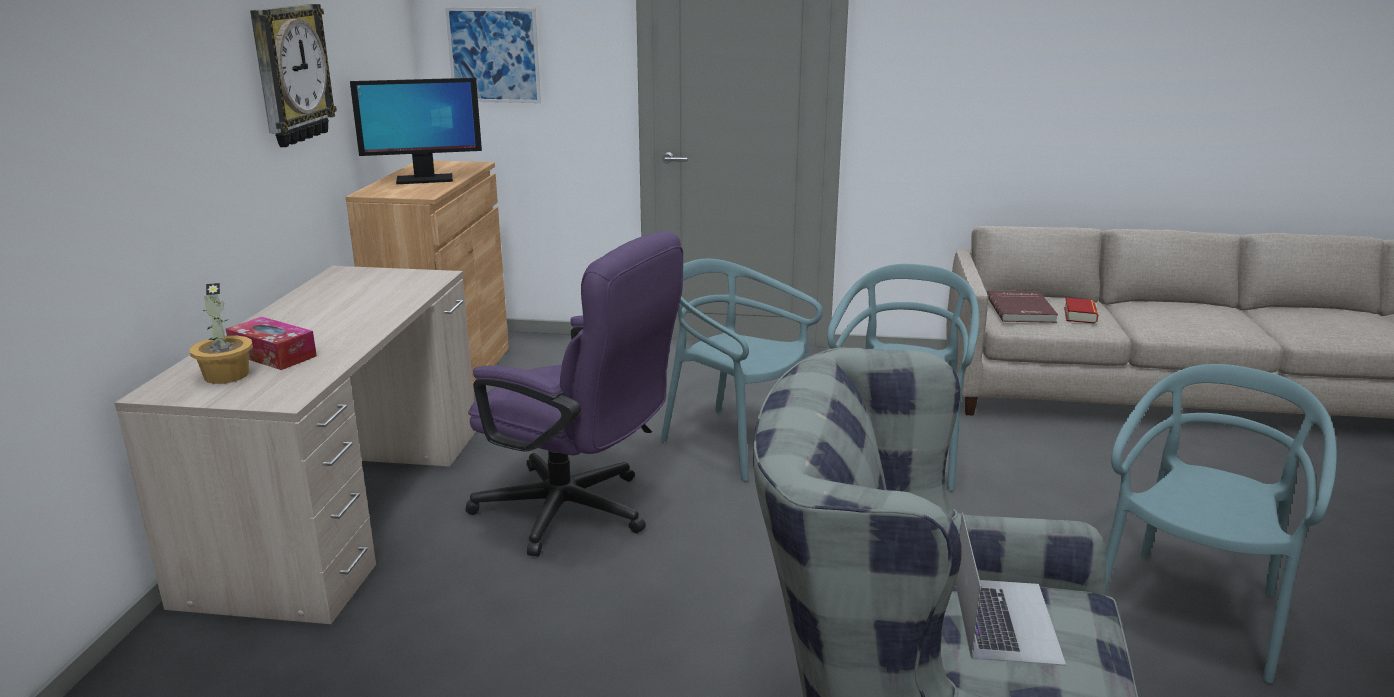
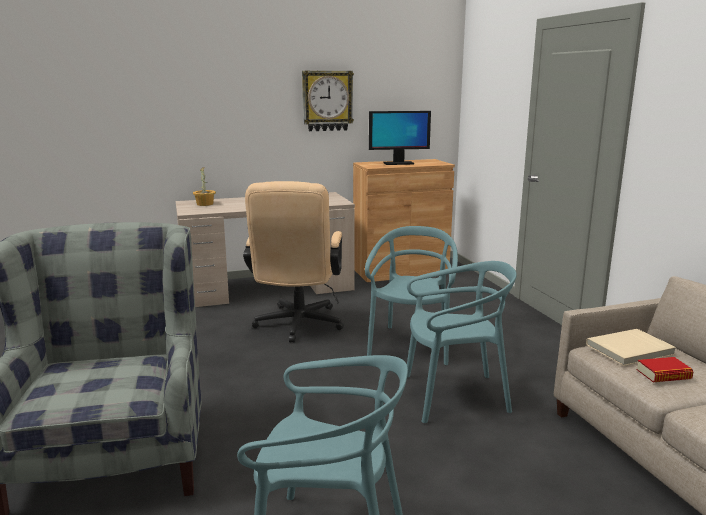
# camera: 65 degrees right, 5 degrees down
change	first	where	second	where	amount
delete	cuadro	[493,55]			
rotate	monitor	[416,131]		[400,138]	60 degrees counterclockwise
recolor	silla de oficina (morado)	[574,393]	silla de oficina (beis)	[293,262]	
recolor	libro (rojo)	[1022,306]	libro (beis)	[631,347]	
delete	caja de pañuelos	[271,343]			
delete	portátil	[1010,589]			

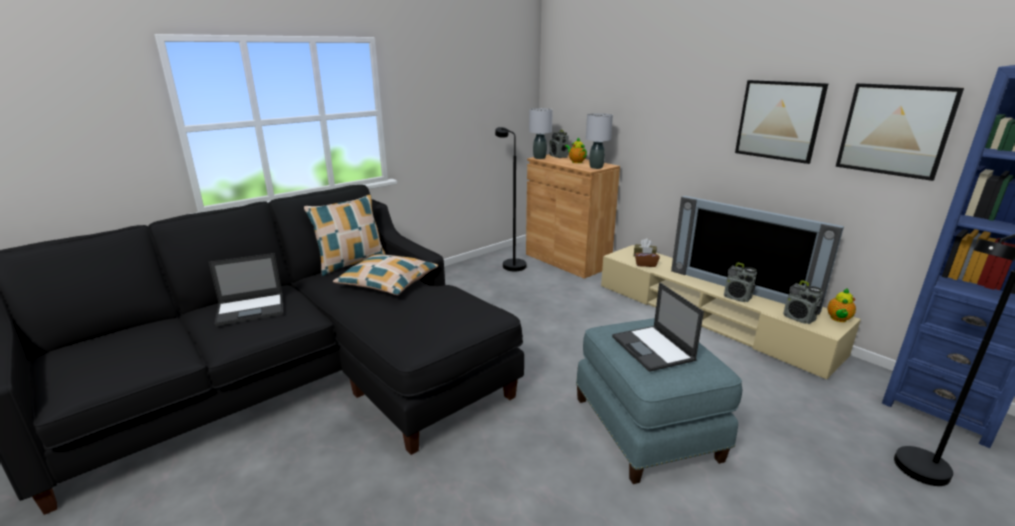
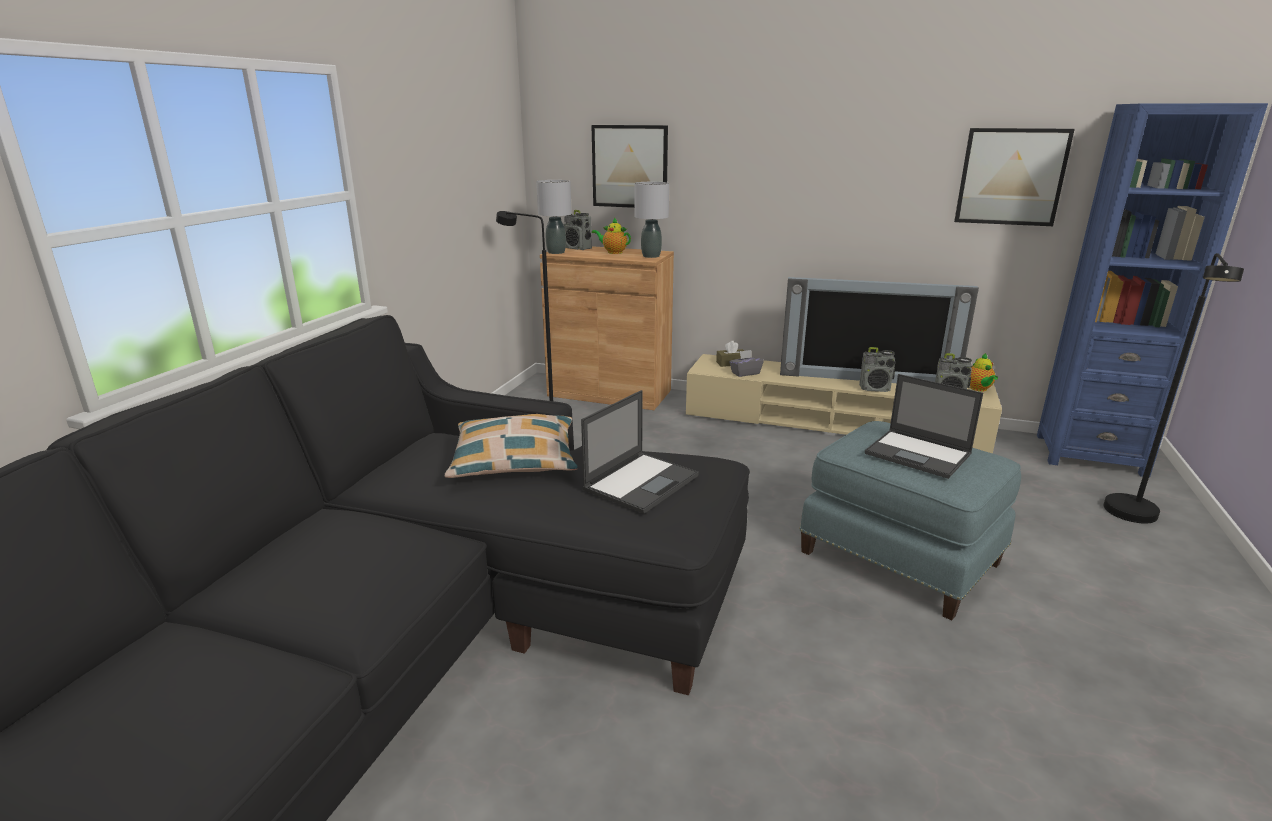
# camera: 30 degrees left, 0 degrees up
change	first	where	second	where	amount
move	cuadro	[781,122]		[629,166]	
delete	cojín	[345,235]			
recolor	caja de pañuelos (marrón)	[647,257]	caja de pañuelos (gris)	[746,363]	
move	portátil	[246,289]		[640,452]	

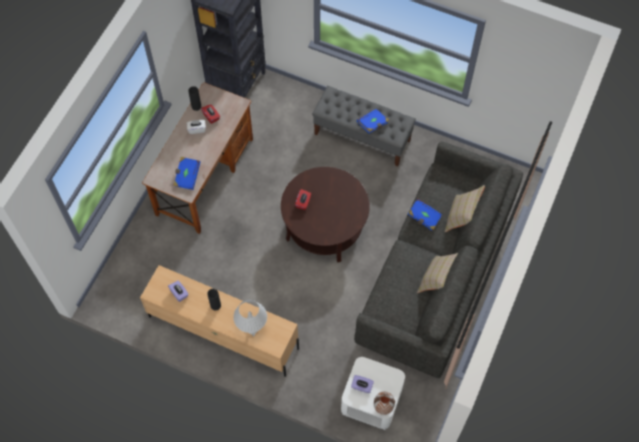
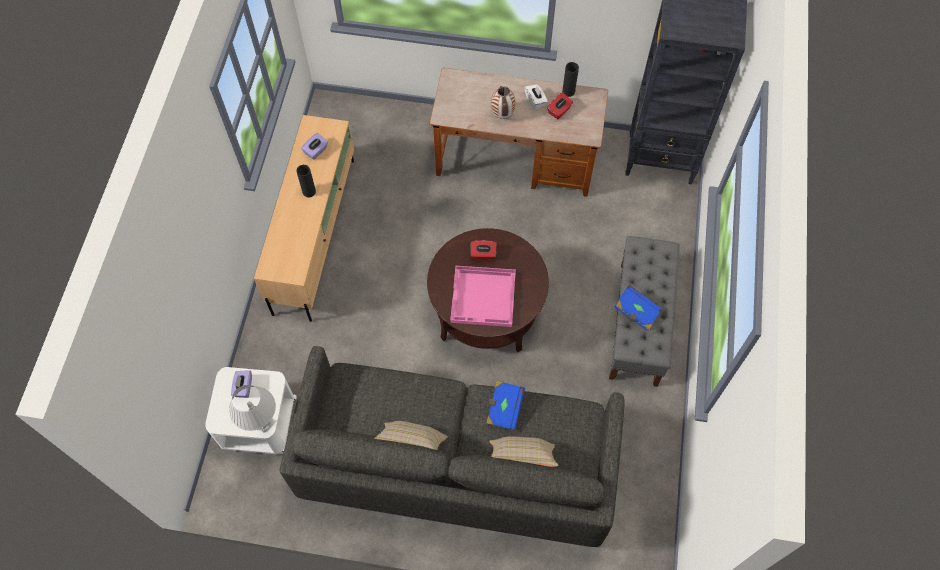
# camera: 75 degrees right, 0 degrees up
change	first	where	second	where	amount
delete	libro (azul)	[187,173]			
move	lámpara de mesa (blanco)	[250,318]		[252,409]	
move	florero	[384,403]		[503,102]	
insert			bandeja (rosa)	[483,296]	

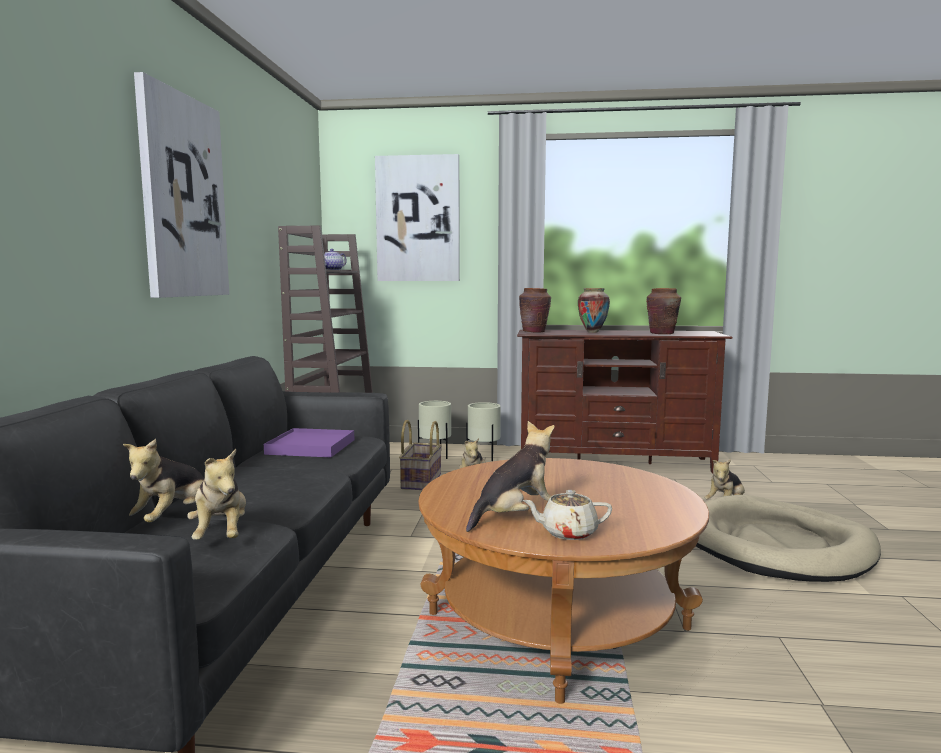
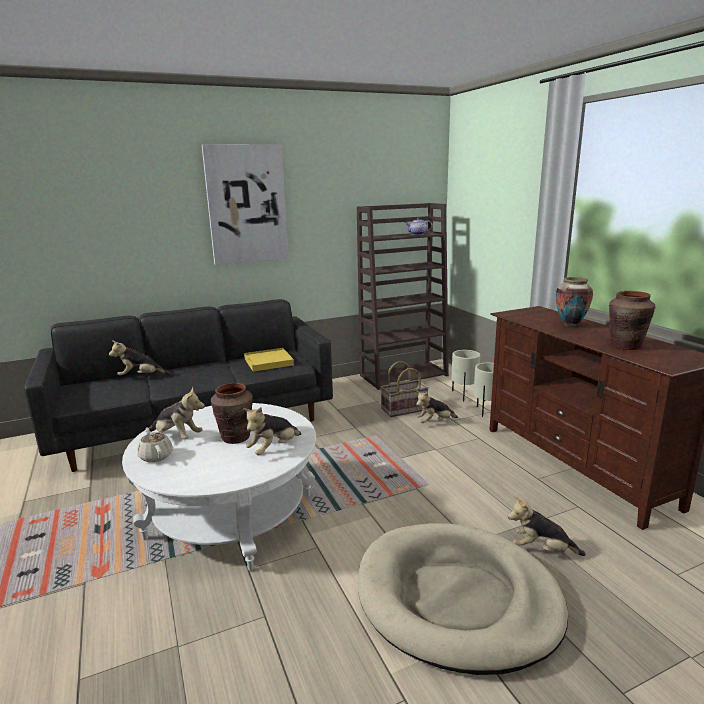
# camera: 60 degrees right, 10 degrees up
change	first	where	second	where	amount
delete	cuadro	[417,217]			
move	florero (marrón)	[535,310]		[232,413]	
recolor	bandeja (morado)	[309,442]	bandeja (amarillo)	[269,360]	
move	peluche	[216,494]		[272,431]	
recolor	mesa de centro (marrón)	[563,581]	mesa de centro (blanco)	[219,487]	

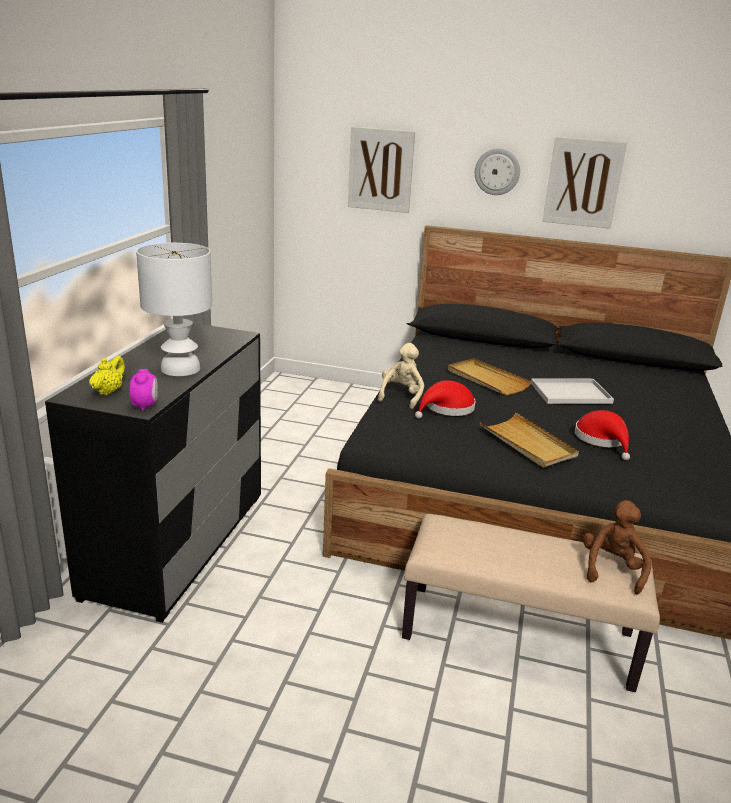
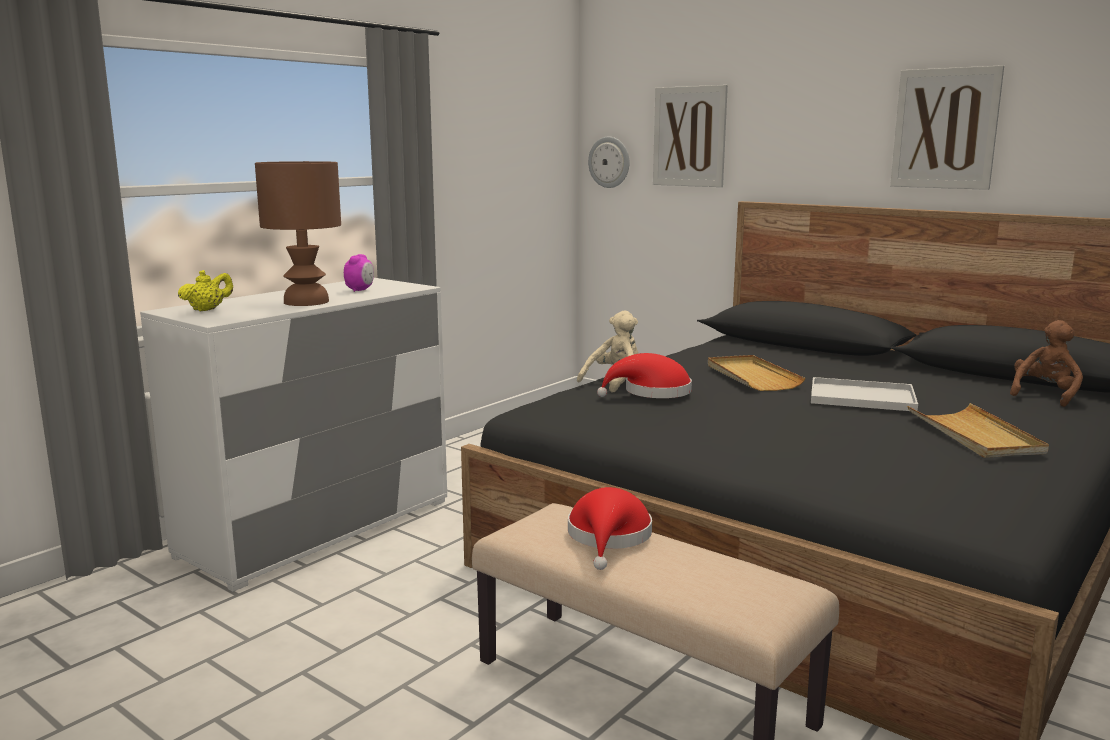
# camera: 25 degrees right, 10 degrees down
change	first	where	second	where	amount
move	reloj de pared	[497,171]		[609,162]	
recolor	lámpara de mesa (blanco)	[174,309]	lámpara de mesa (marrón)	[298,233]	
recolor	cómoda (negro)	[153,473]	cómoda (blanco)	[293,435]	
move	despertador	[143,390]		[359,273]	
move	sombrero (rojo)	[602,435]		[610,528]	
move	bandeja (beis)	[529,440]		[978,430]	
move	peluche (marrón)	[617,547]		[1046,363]	

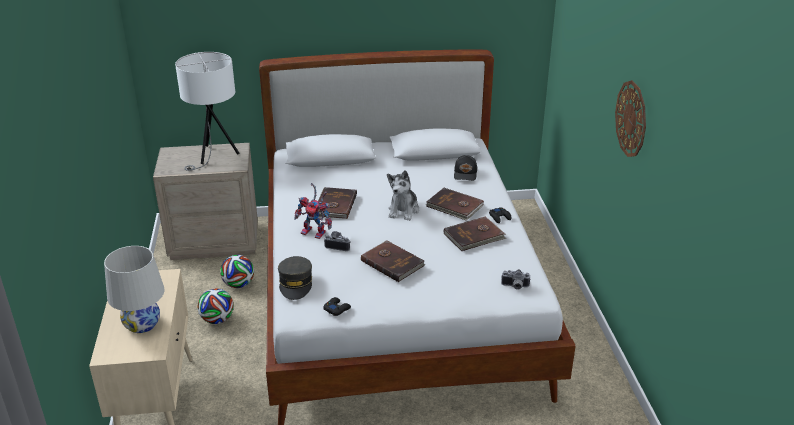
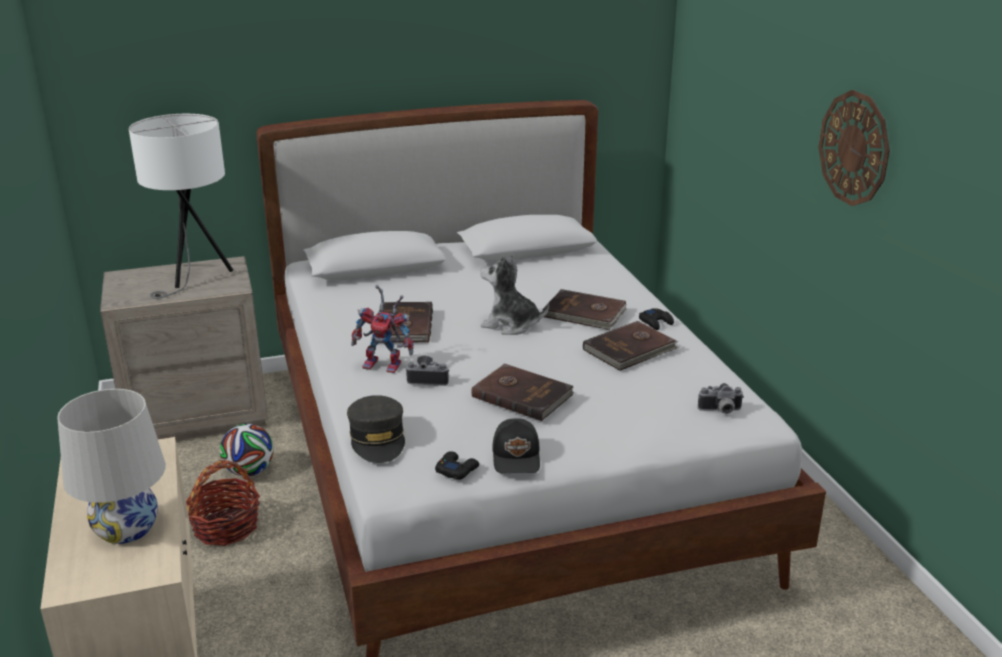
# camera: 10 degrees left, 5 degrees down
change	first	where	second	where	amount
move	gorra (negro)	[465,168]		[516,446]	
rotate	peluche	[403,195]		[514,295]	105 degrees clockwise
replace	balón de fútbol	[216,306]	cesta	[223,503]	

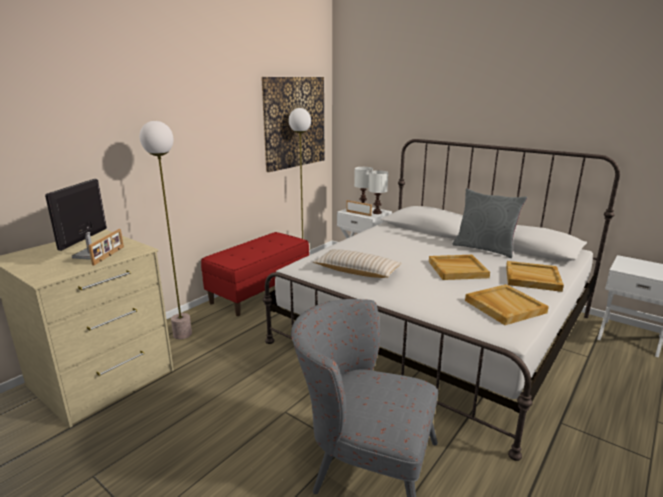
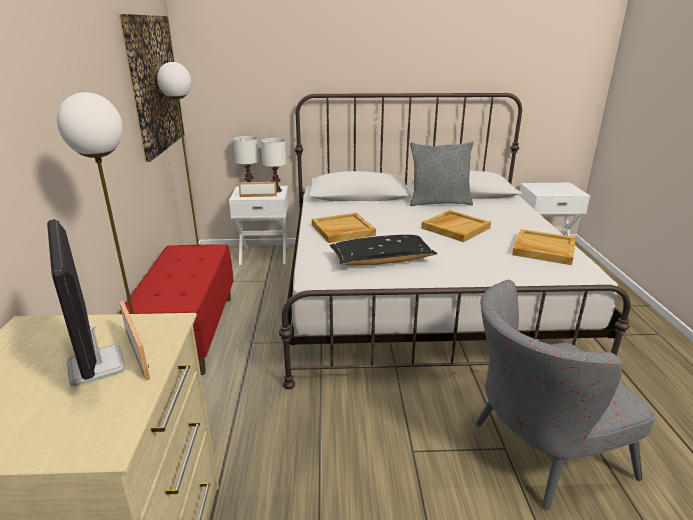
# camera: 40 degrees left, 5 degrees up
change	first	where	second	where	amount
recolor	cojín (beis)	[357,263]	cojín (negro)	[383,250]	
move	bandeja (beis)	[535,276]		[344,228]	

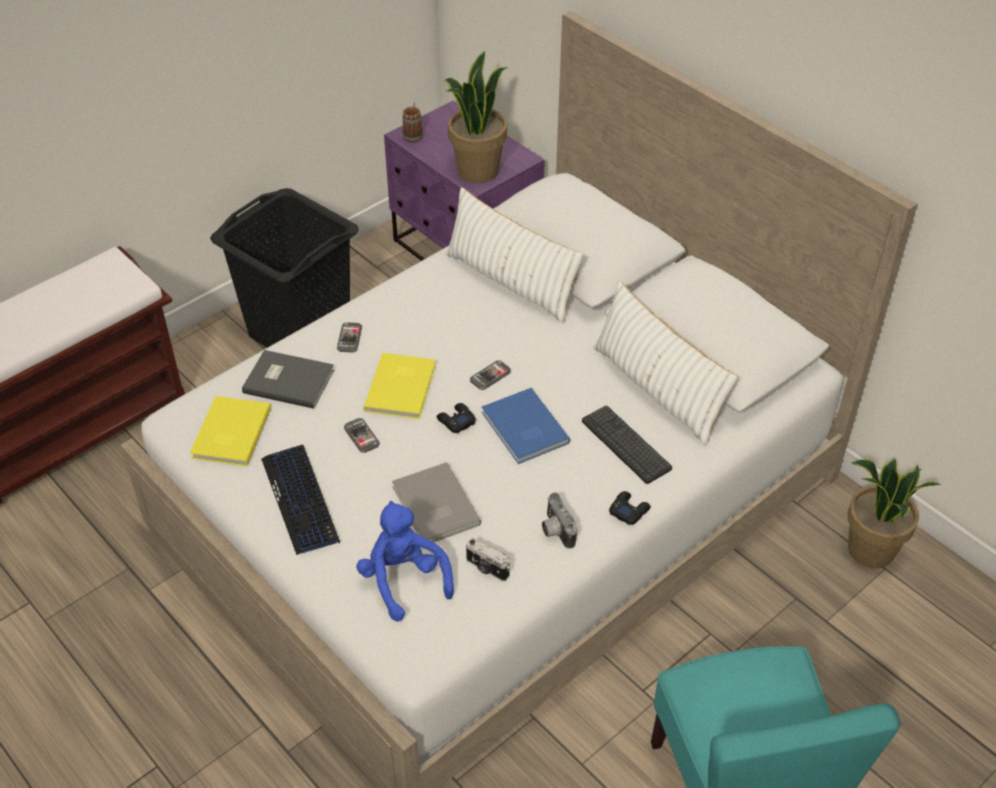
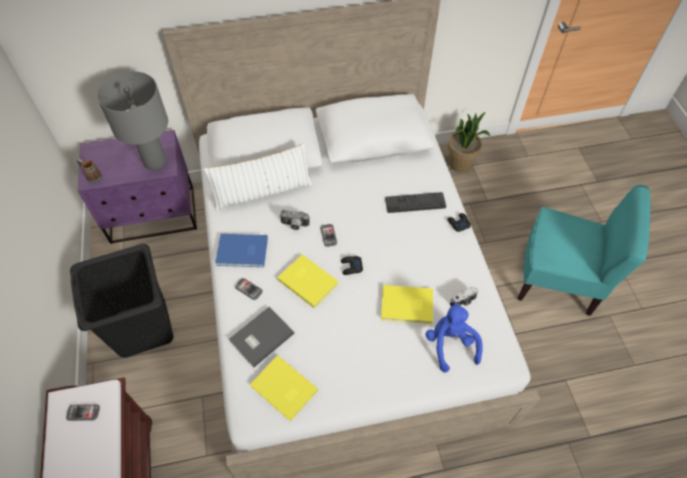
# camera: 60 degrees left, 10 degrees up
change	first	where	second	where	amount
replace	planta en maceta	[476,117]	lámpara de mesa (gris)	[132,120]	
delete	cojín (blanco)	[665,363]			
move	libro (azul)	[526,426]		[241,250]	
move	móvil	[362,435]		[83,412]	
delete	teclado	[300,500]			
recolor	libro (gris)	[436,502]	libro (amarillo)	[407,304]	
move	cámara	[559,521]		[295,220]	
rotate	peluche (azul)	[405,561]		[454,337]	75 degrees clockwise

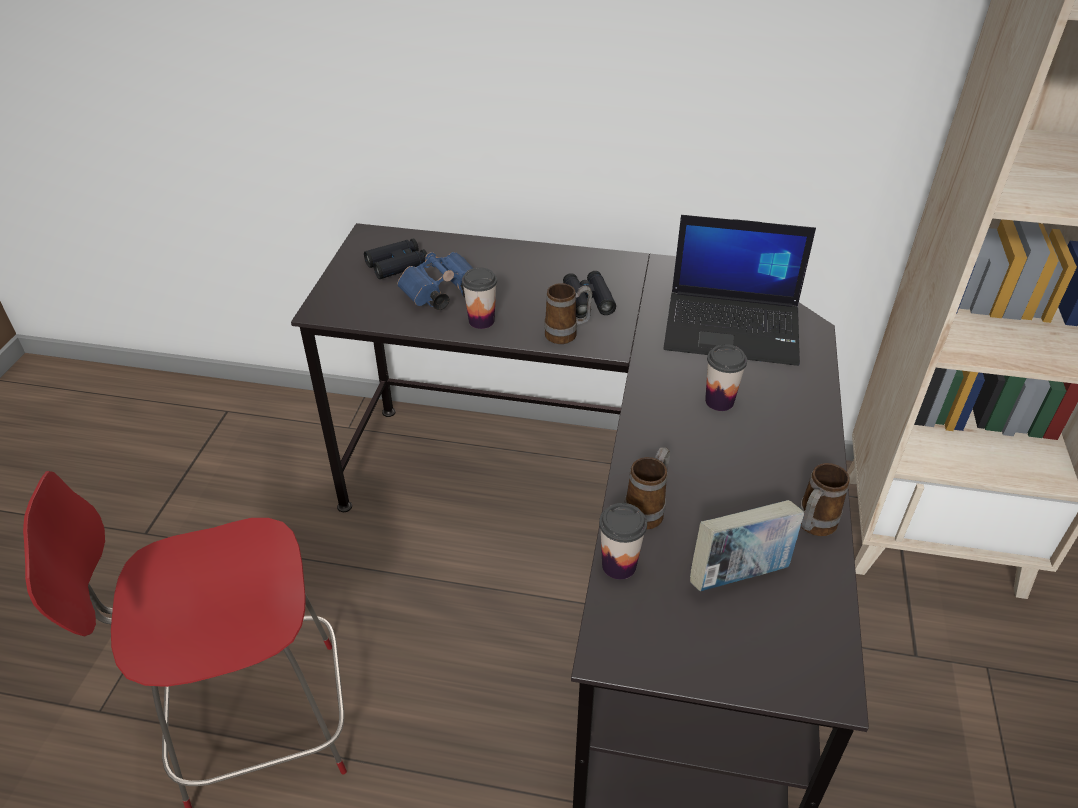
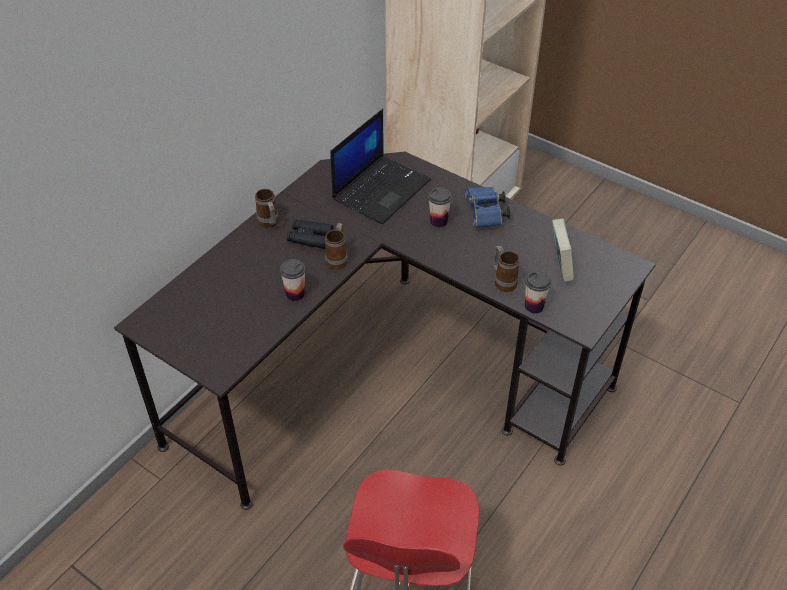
# camera: 65 degrees left, 5 degrees up
change	first	where	second	where	amount
delete	prismáticos (negro)	[395,258]			
move	prismáticos (azul)	[435,281]		[487,207]	
move	taza grande	[824,499]		[267,208]	

